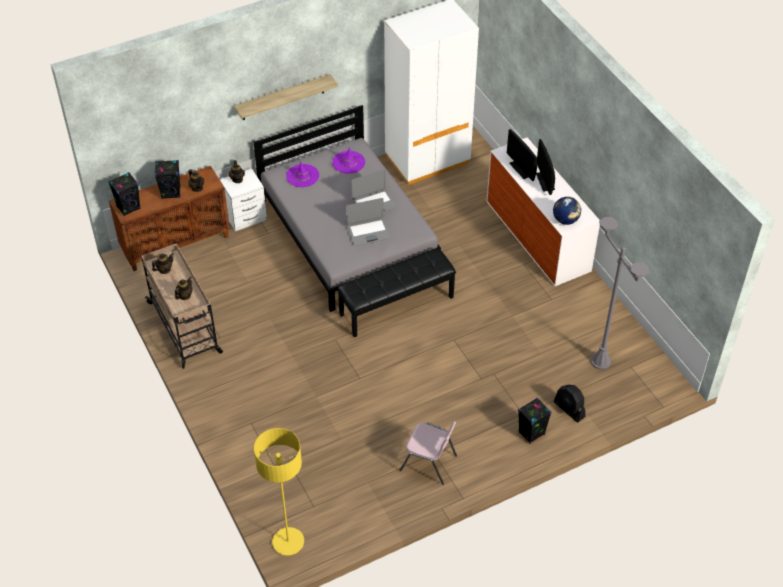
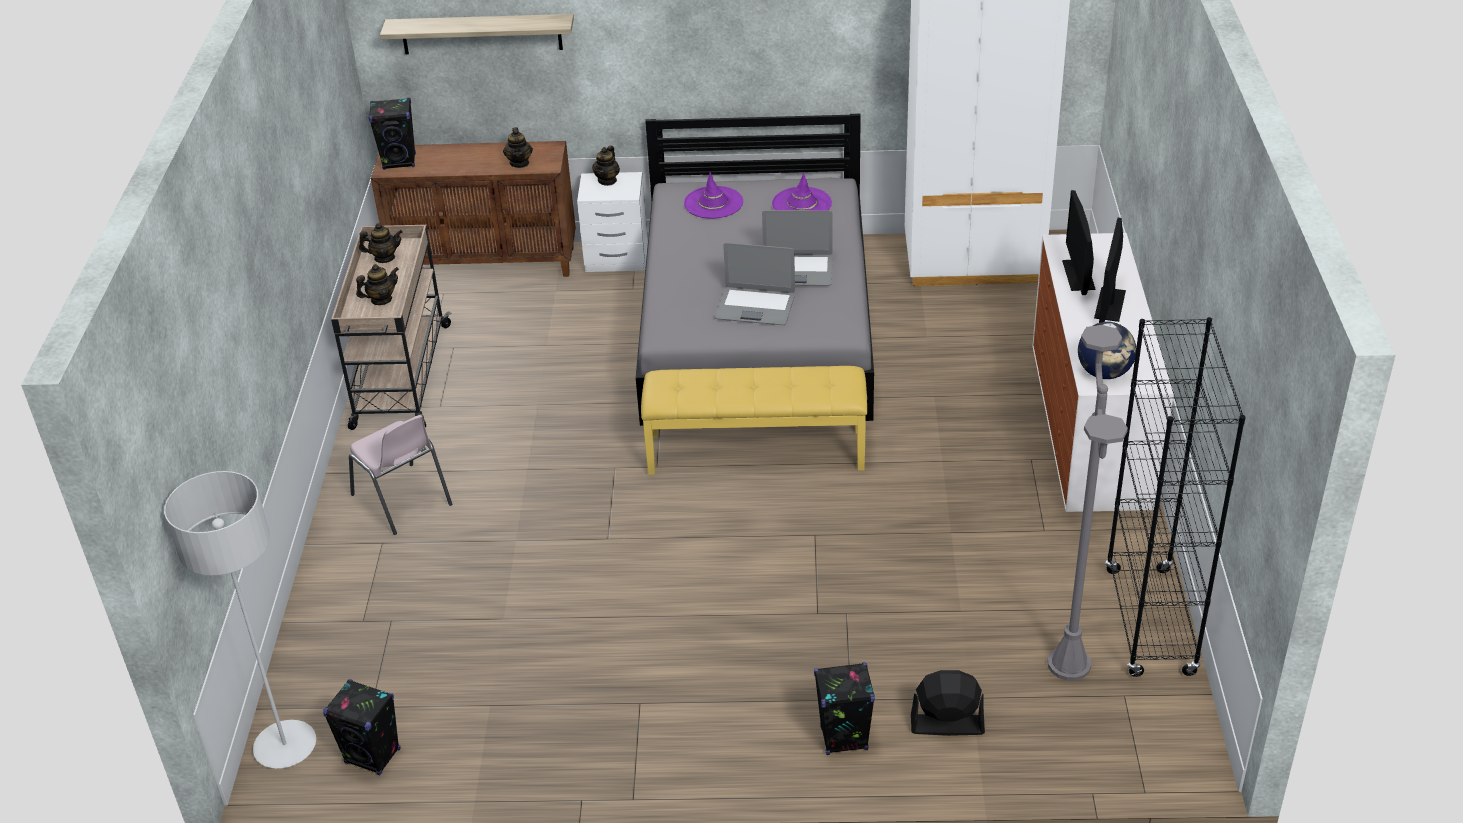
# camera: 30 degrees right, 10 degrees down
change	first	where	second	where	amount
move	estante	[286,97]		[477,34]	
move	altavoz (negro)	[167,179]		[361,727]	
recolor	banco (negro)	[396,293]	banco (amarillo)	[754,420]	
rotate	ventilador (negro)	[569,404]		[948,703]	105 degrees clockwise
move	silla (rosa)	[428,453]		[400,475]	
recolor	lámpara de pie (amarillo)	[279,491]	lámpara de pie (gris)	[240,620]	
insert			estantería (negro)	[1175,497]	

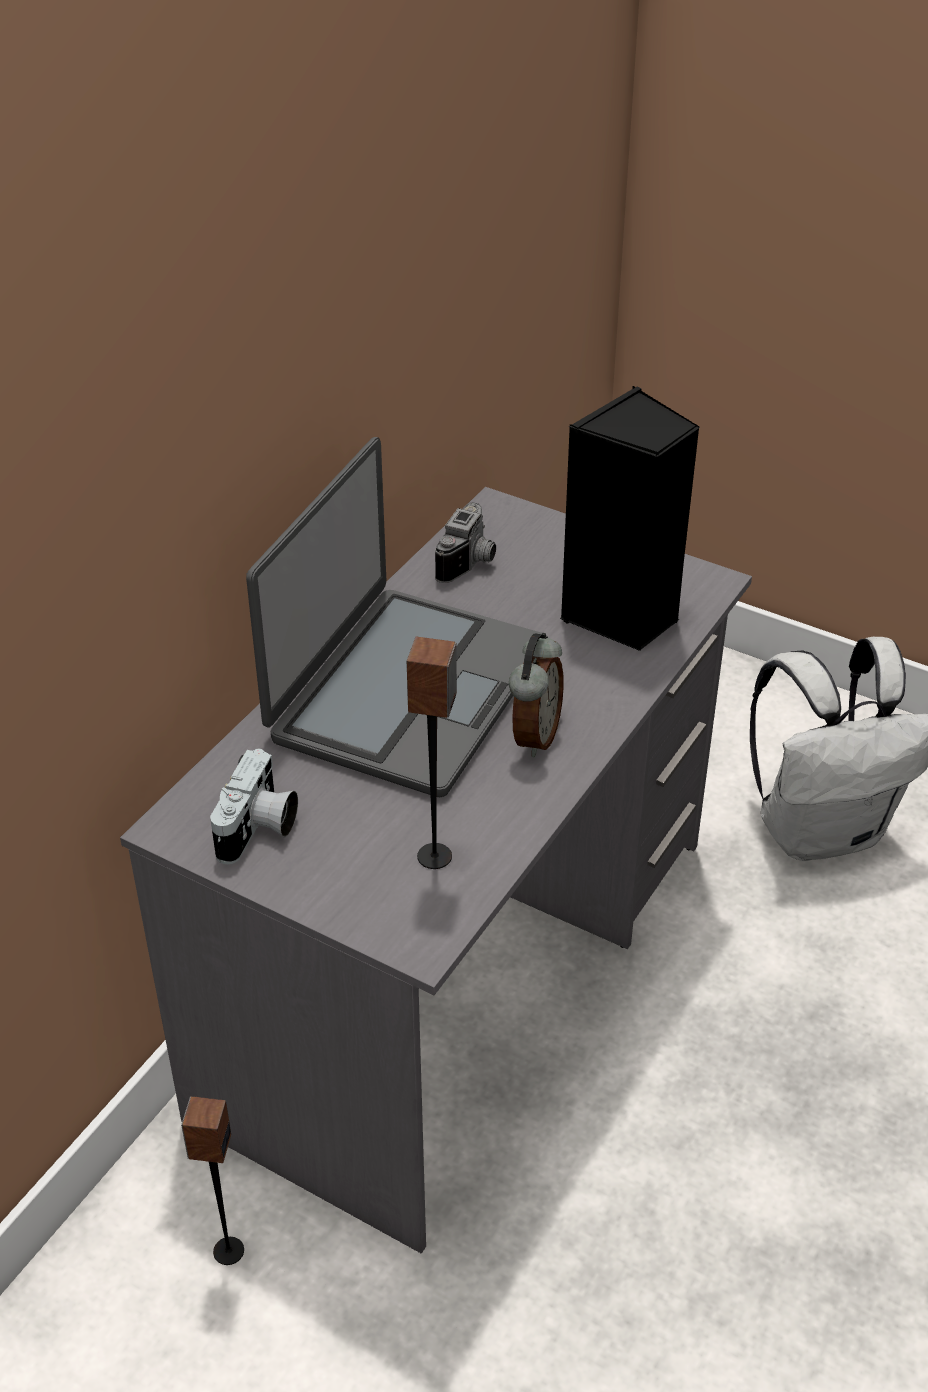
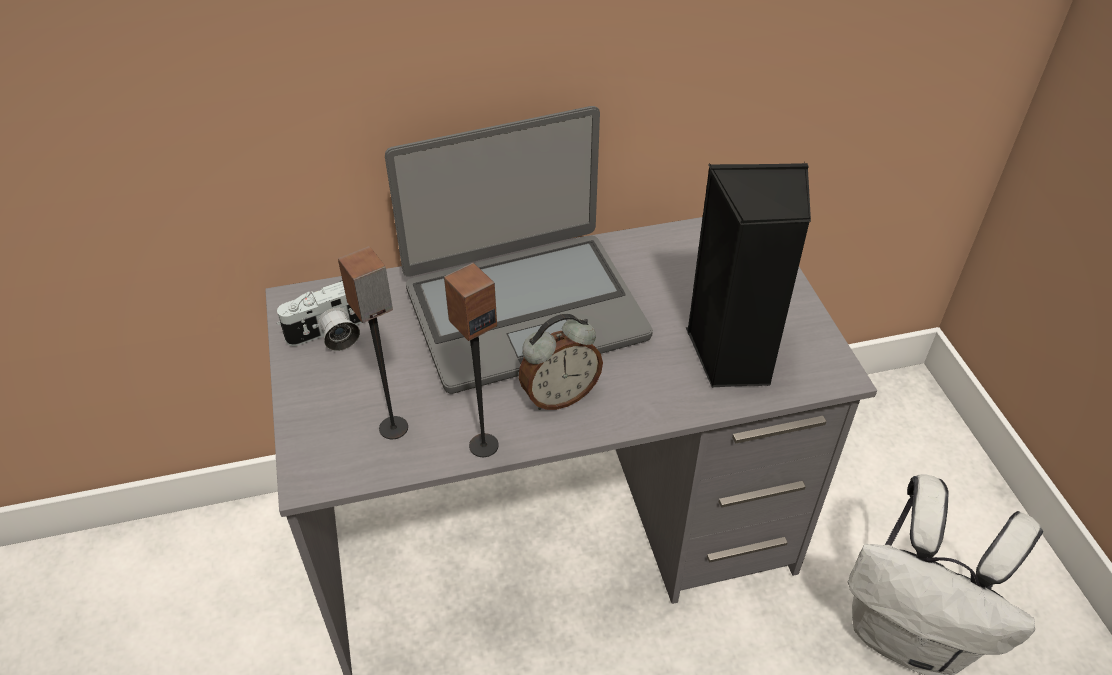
# camera: 45 degrees right, 5 degrees up
change	first	where	second	where	amount
delete	cámara	[465,542]			
move	altavoz	[212,1180]		[471,360]	

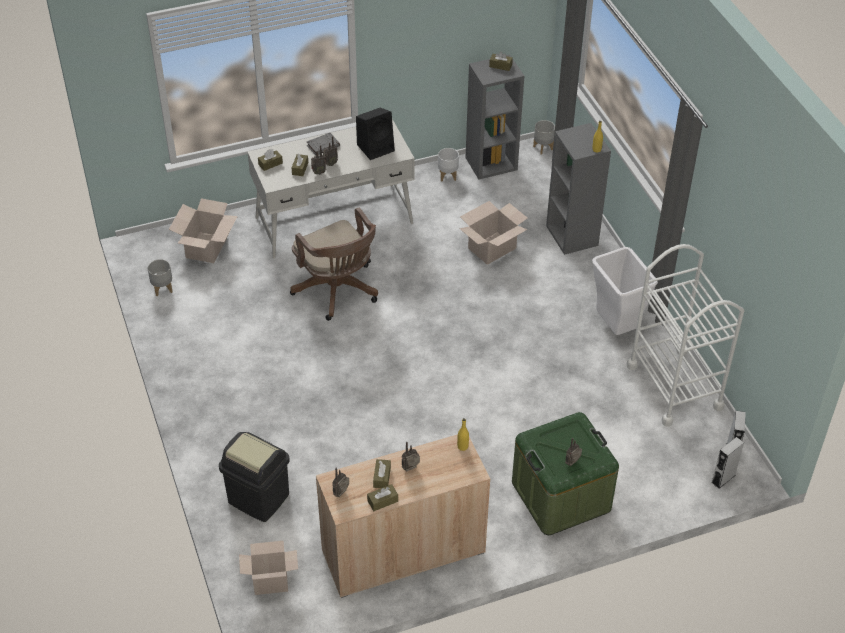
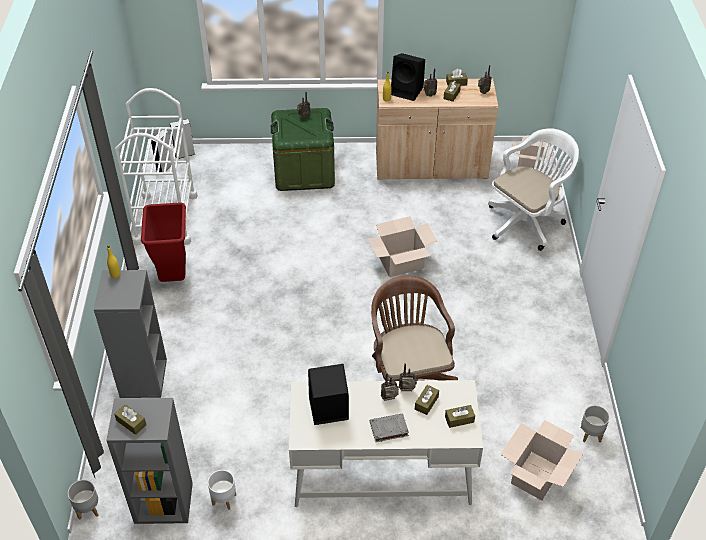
# camera: 160 degrees left, 0 degrees up
change	first	where	second	where	amount
move	caja de cartón	[493,233]		[402,246]	
recolor	papelera (blanco)	[625,291]	papelera (rojo)	[163,242]	
replace	papelera (negro)	[254,477]	silla de oficina (blanco)	[533,189]	
insert			altavoz (negro)	[408,77]	

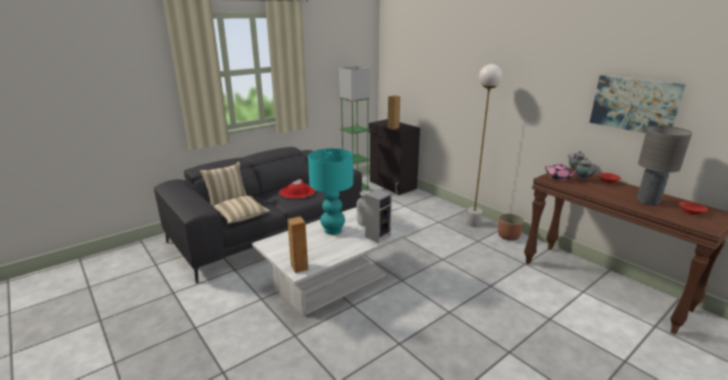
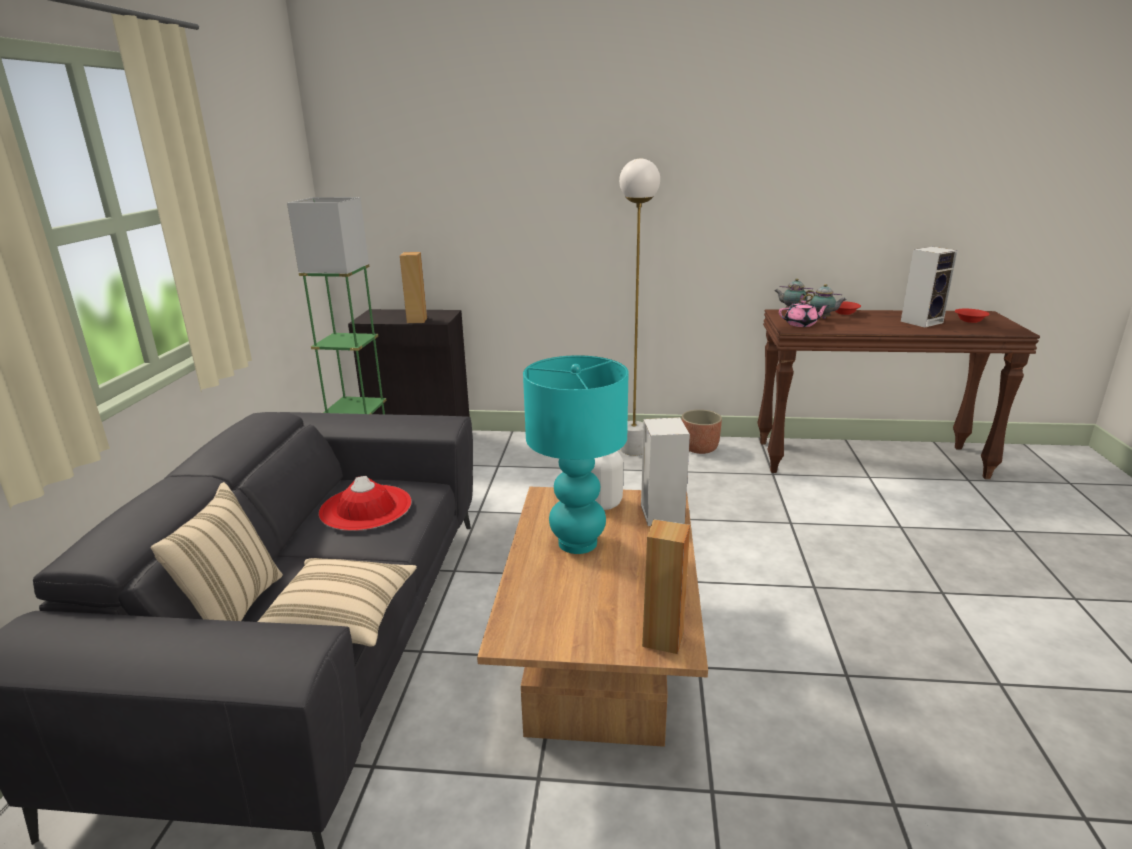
# camera: 45 degrees left, 0 degrees up
change	first	where	second	where	amount
delete	cuadro	[637,104]			
replace	lámpara de mesa (gris)	[664,165]	altavoz	[929,287]	
recolor	mesa de centro (blanco)	[328,261]	mesa de centro (marrón)	[592,617]	

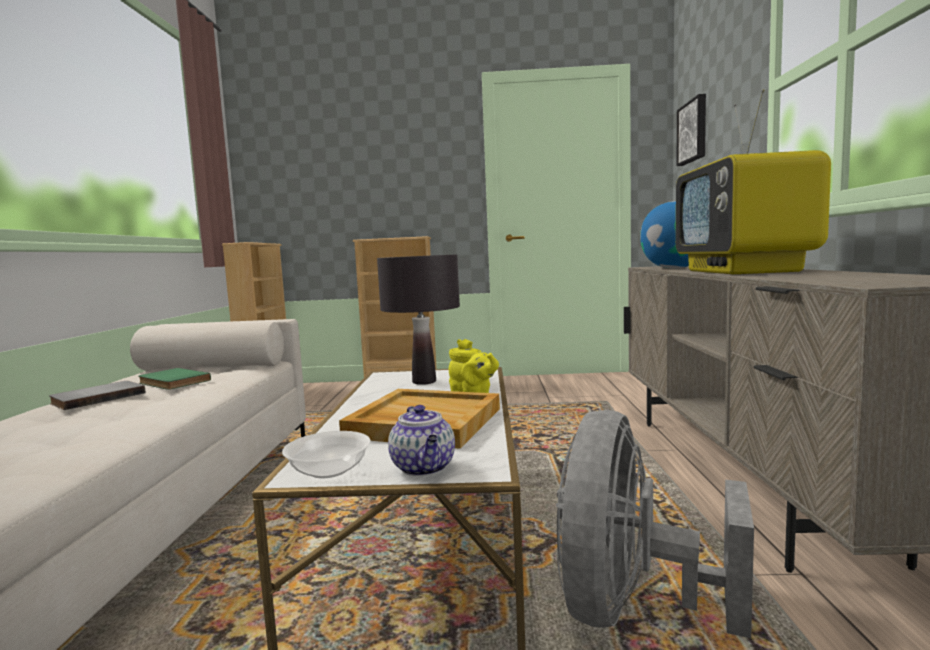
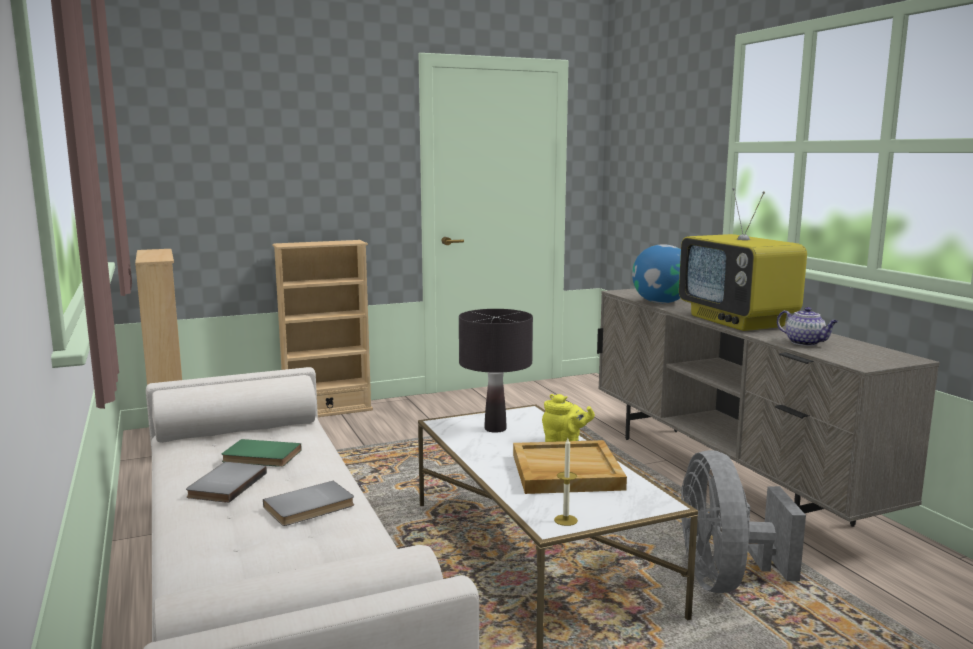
# camera: 25 degrees left, 5 degrees up
change	first	where	second	where	amount
delete	cuadro	[691,130]			
move	tetera	[421,440]		[807,326]	
replace	cuenco	[326,454]	vela	[566,482]	
insert			libro (gris)	[308,503]	

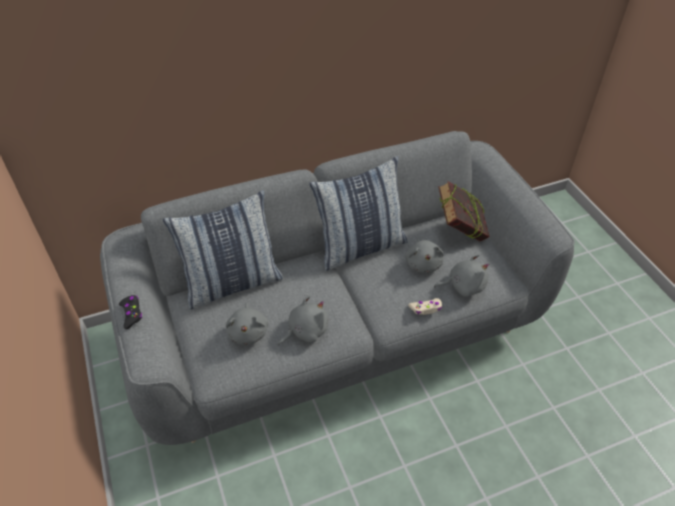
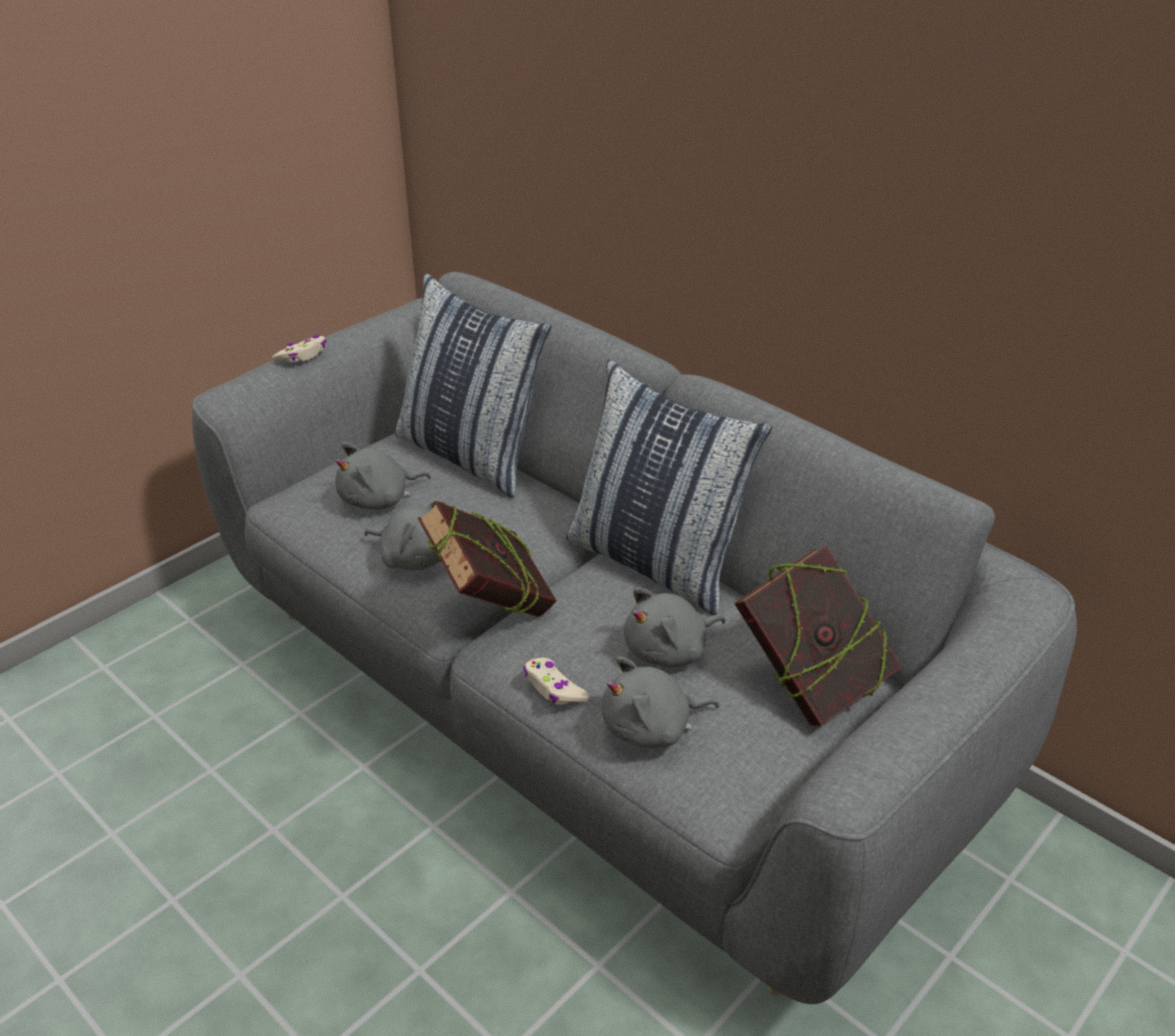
# camera: 65 degrees right, 10 degrees down
change	first	where	second	where	amount
rotate	peluche (gris)	[461,275]		[660,702]	105 degrees clockwise
recolor	mando de consola (negro)	[130,312]	mando de consola (beis)	[299,348]	
insert			libro	[487,558]	

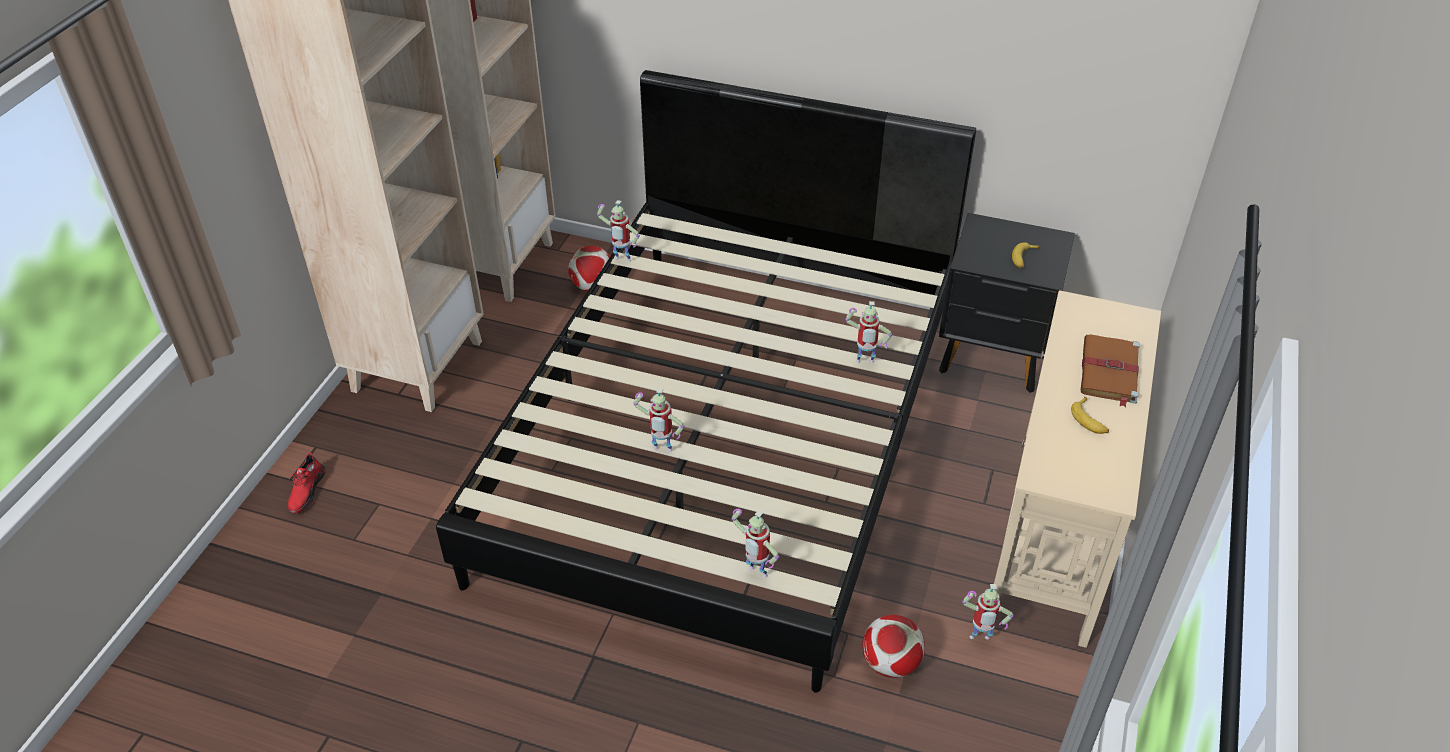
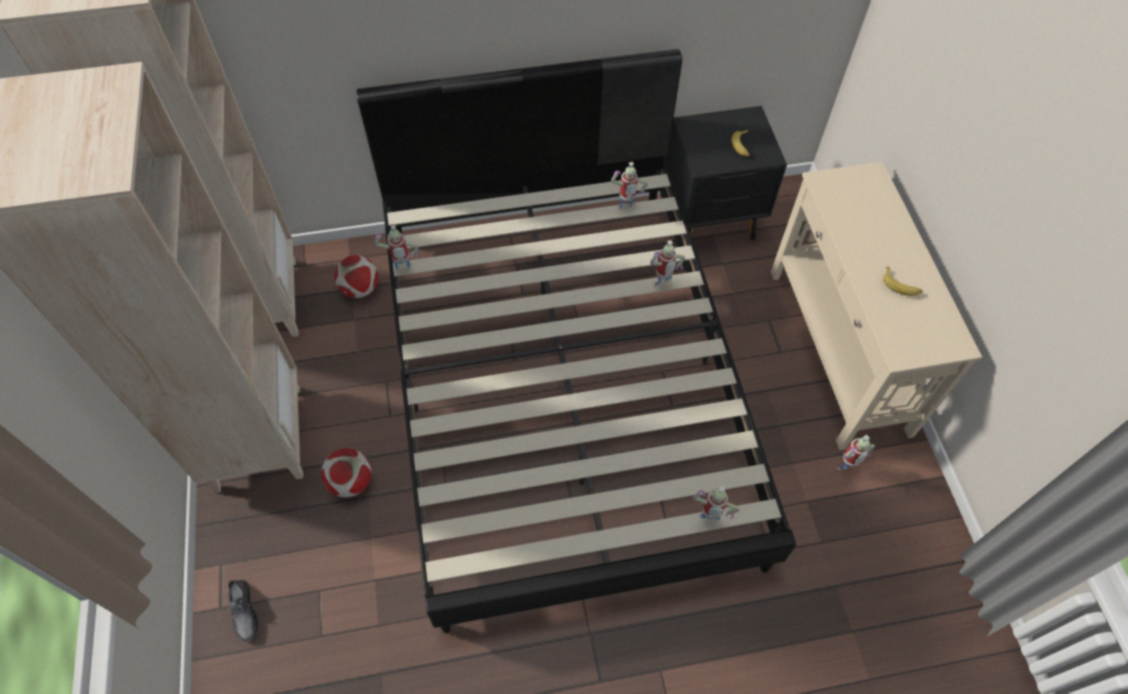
# camera: 30 degrees left, 15 degrees up
change	first	where	second	where	amount
delete	libro (marrón)	[1110,371]			
move	robot de juguete	[659,420]		[629,186]	
recolor	zapato (rojo)	[307,483]	zapato (gris)	[243,611]	
move	balón de fútbol	[893,646]		[346,473]	

